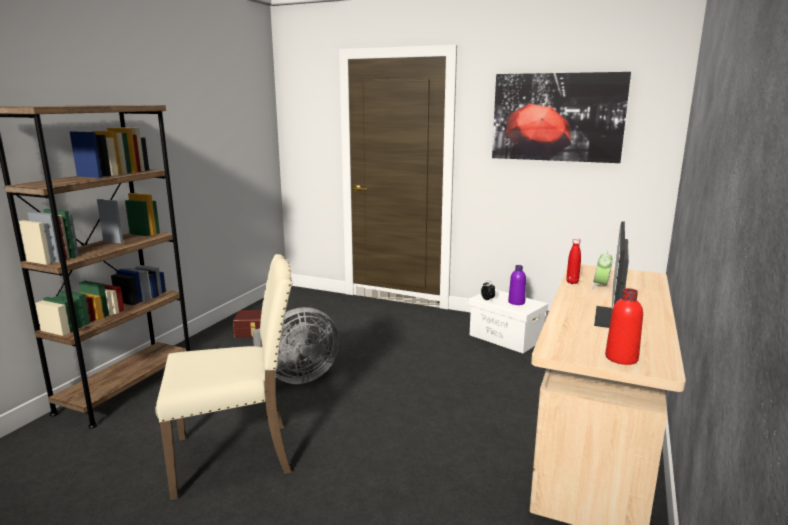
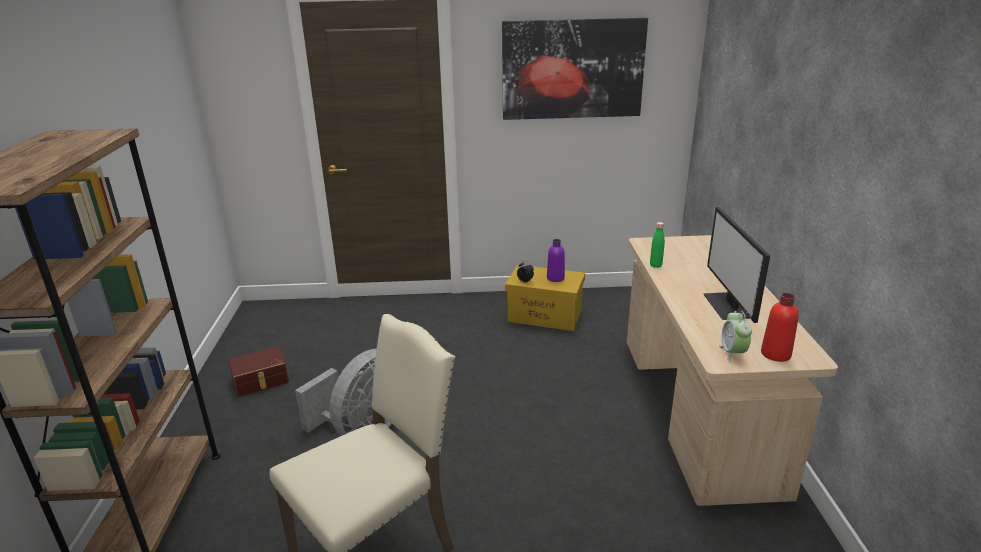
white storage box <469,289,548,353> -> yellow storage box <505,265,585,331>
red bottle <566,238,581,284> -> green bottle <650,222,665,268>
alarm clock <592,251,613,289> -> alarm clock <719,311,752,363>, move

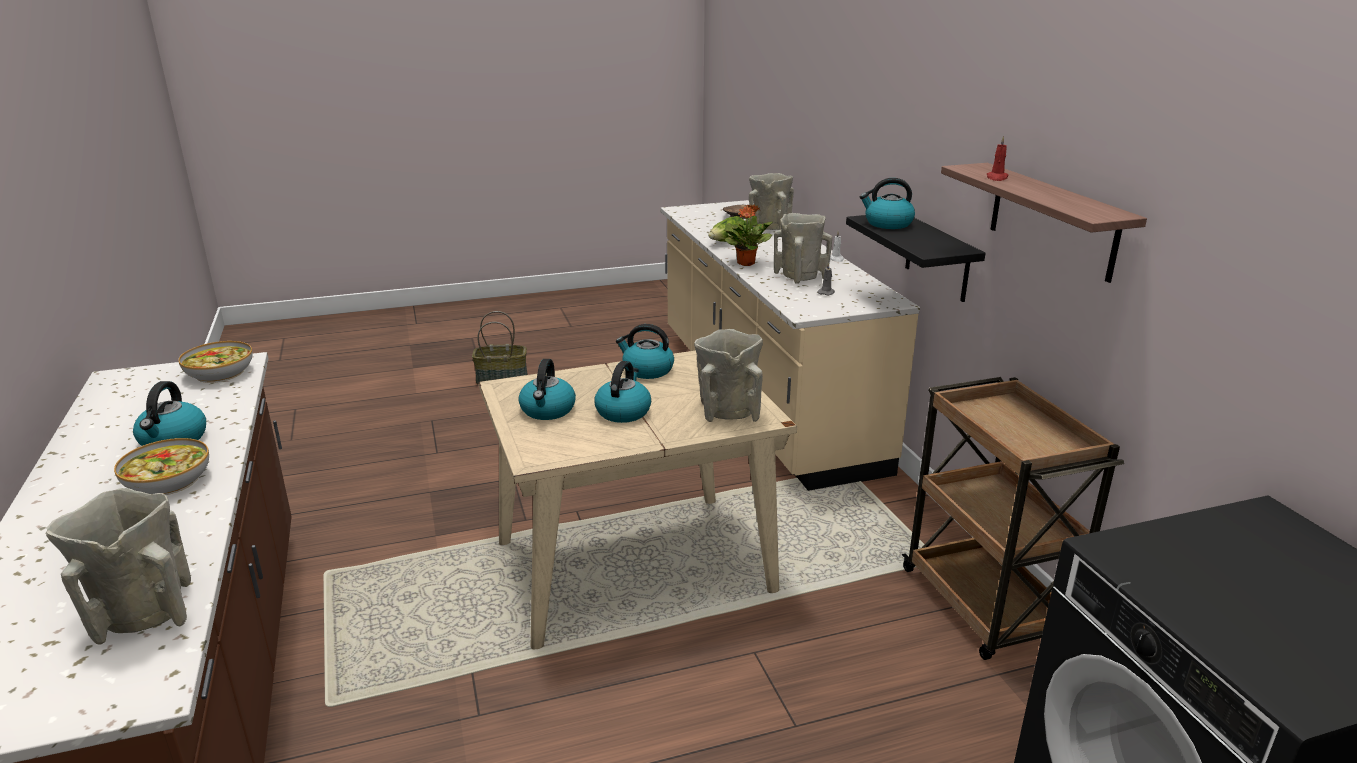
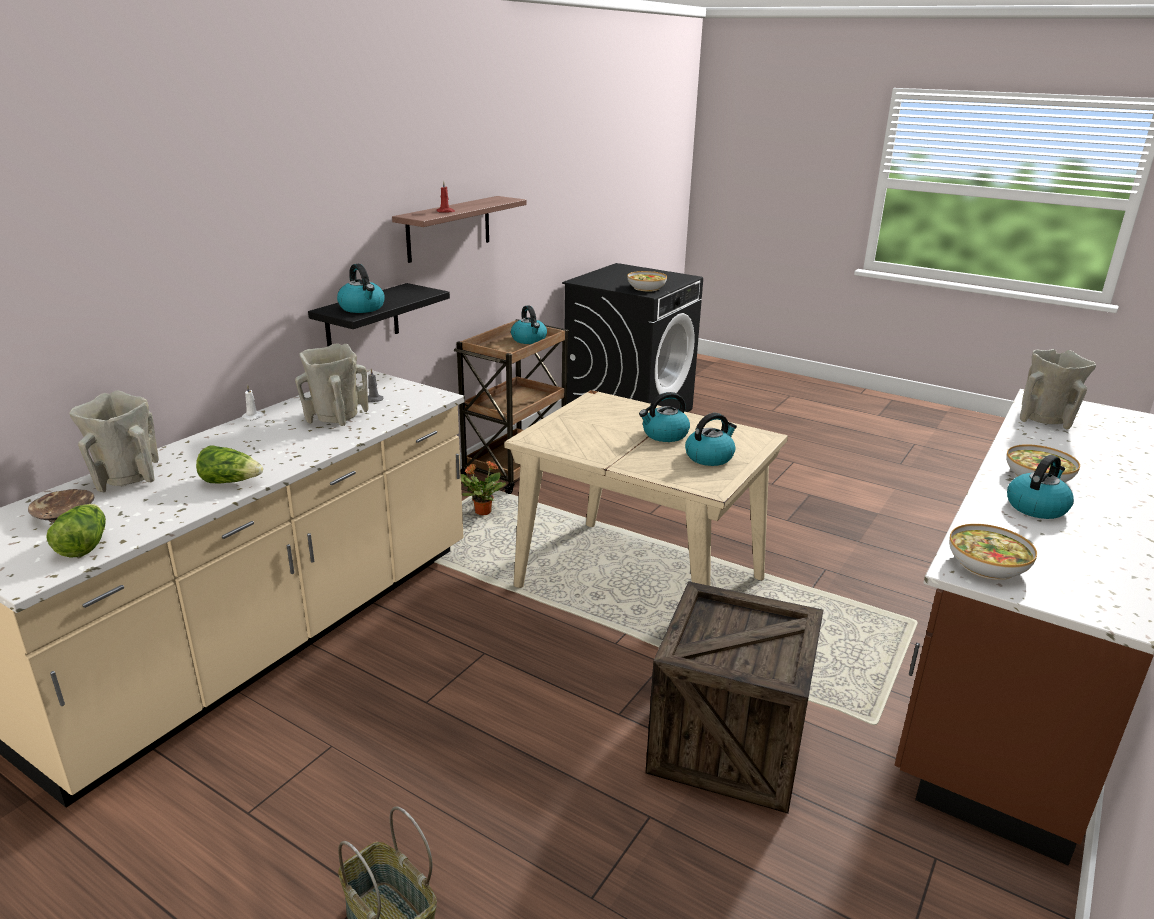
none -> lettuce <46,504,106,557>
potted plant <725,204,772,266> -> potted plant <461,460,507,515>, move
kettle <616,324,674,379> -> kettle <511,305,547,344>, move
none -> bowl <627,271,667,291>
none -> crate <645,581,823,813>
beige vase <694,329,763,422> -> none

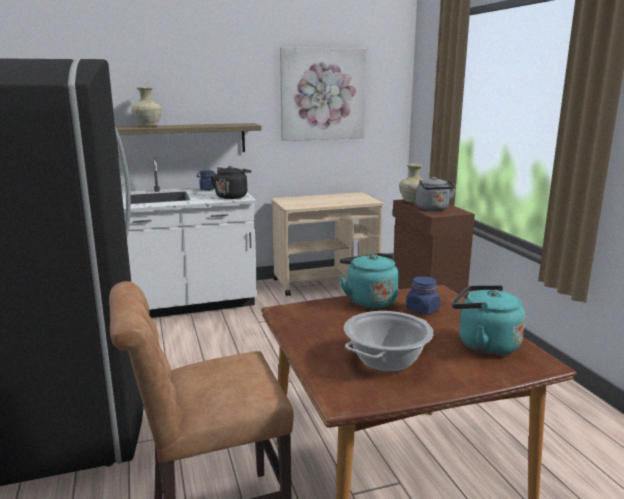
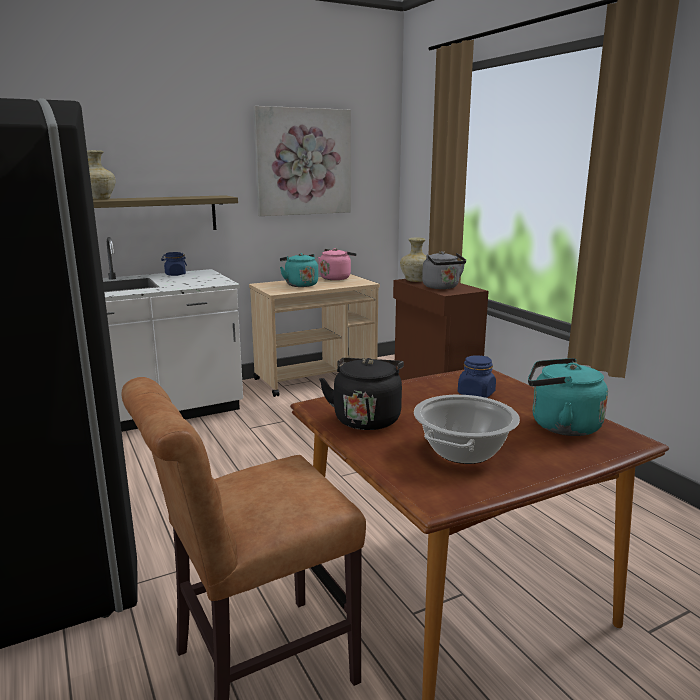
turquoise kettle <340,253,399,308> -> turquoise kettle <280,253,318,287>, move
none -> pink kettle <318,248,357,280>
black kettle <210,166,251,199> -> black kettle <319,358,404,430>, move

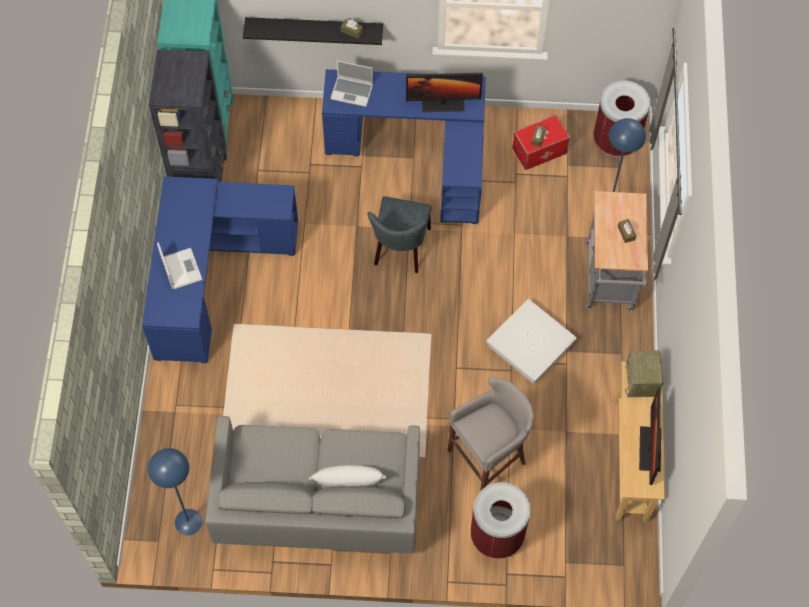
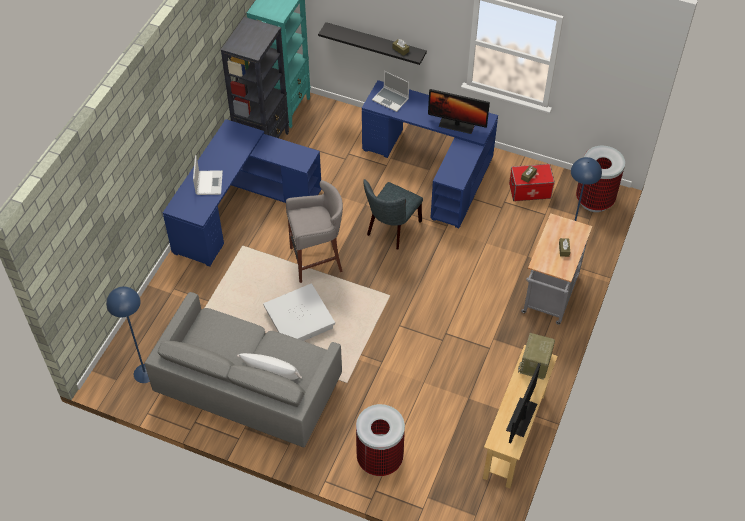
white storage box <486,299,577,384> -> white storage box <263,283,335,341>, move
grey stool <448,377,534,491> -> grey stool <286,180,343,283>, move

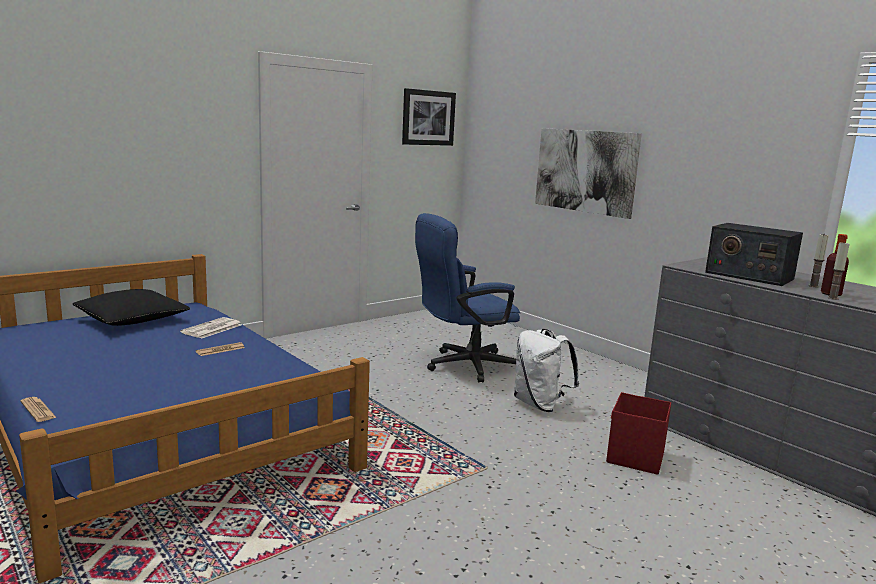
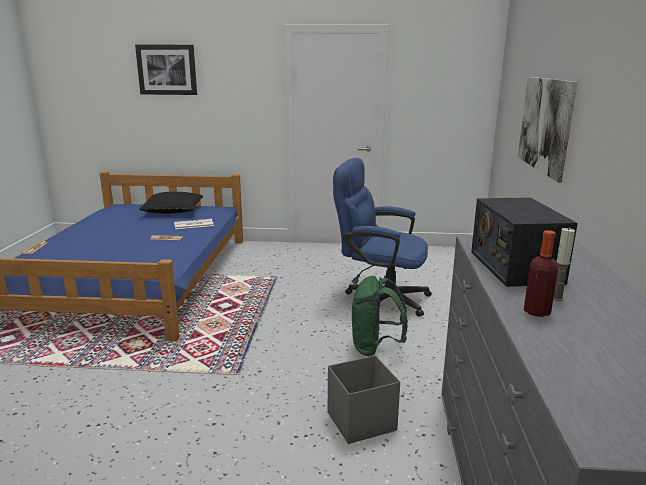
picture <402,88,456,146> -> picture <135,45,197,95>, move
red storage box <606,392,671,475> -> grey storage box <328,355,400,444>
white backpack <514,329,579,412> -> green backpack <352,276,408,357>
candle <827,241,850,300> -> none

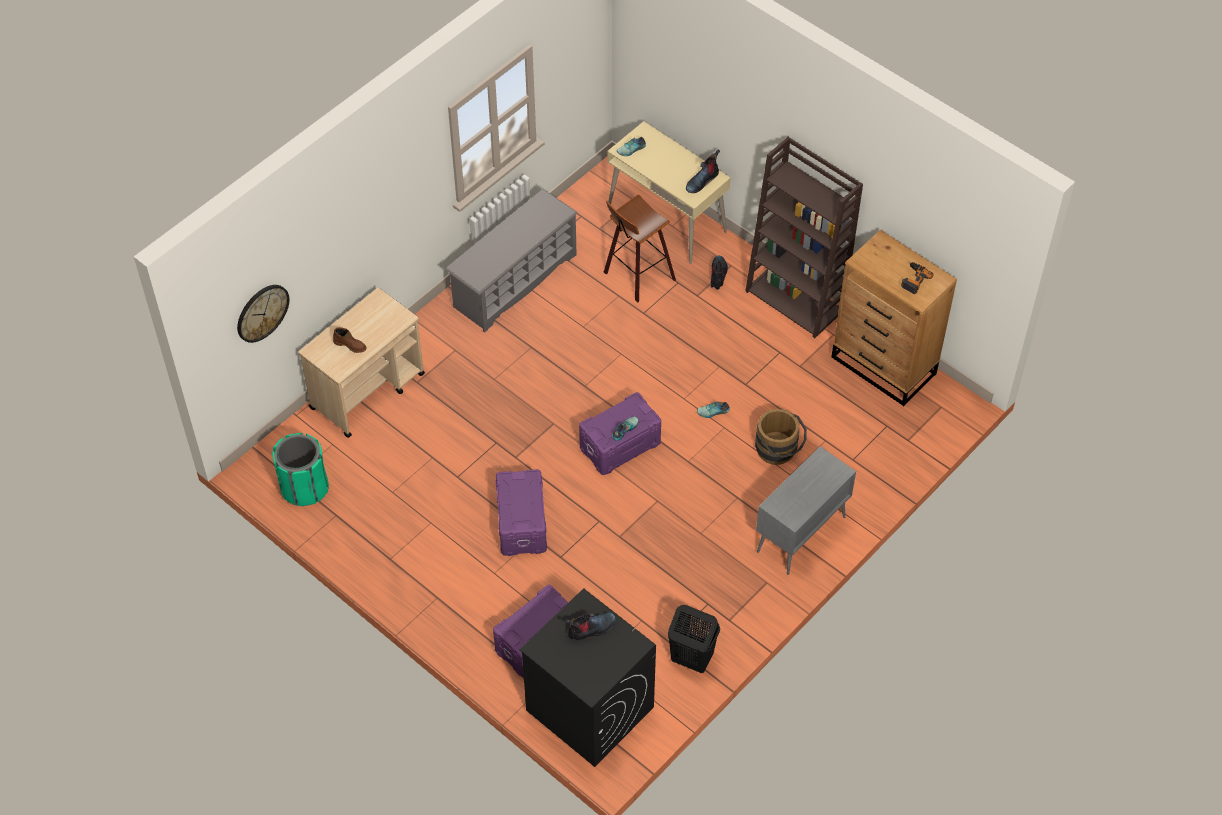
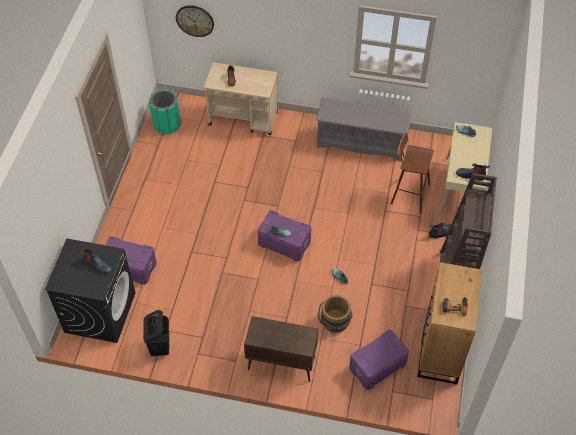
grey cabinet <756,446,856,575> -> brown cabinet <244,316,318,382>
purple storage box <496,469,547,556> -> purple storage box <349,329,409,390>, move

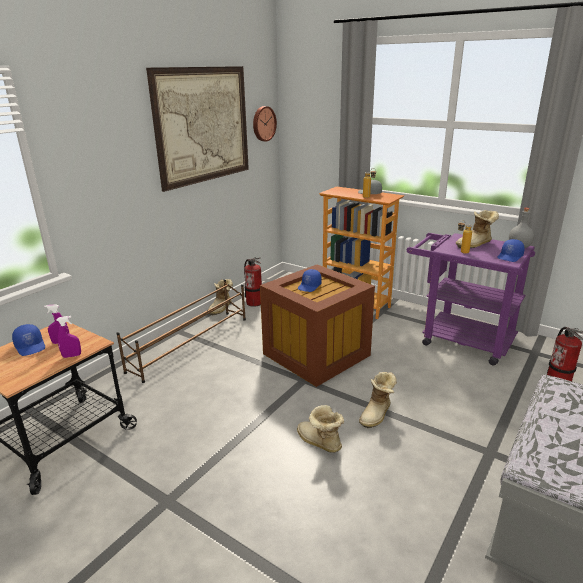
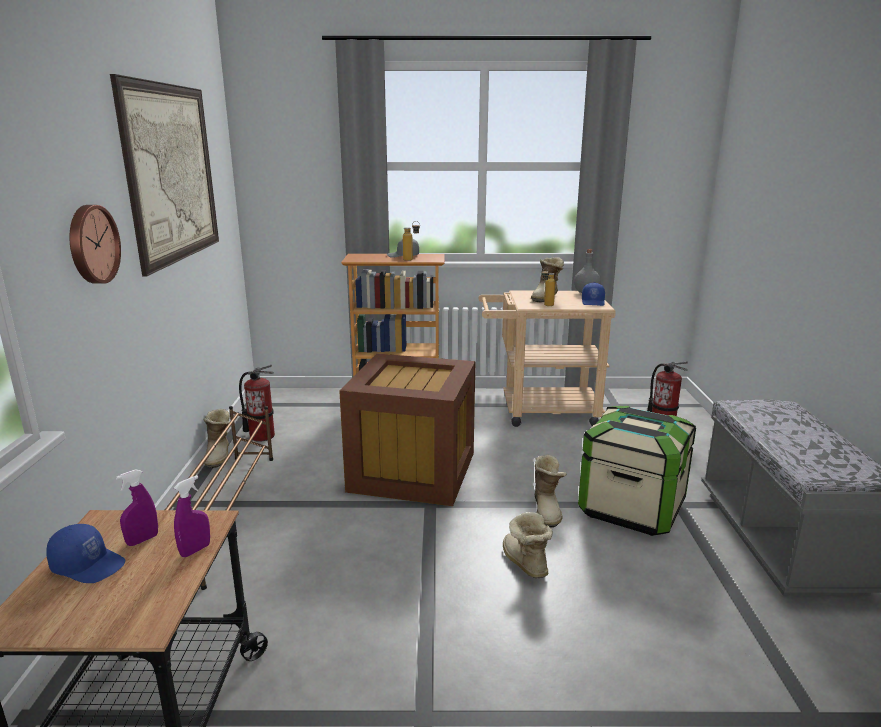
wall clock <253,106,277,142> -> wall clock <69,205,121,284>, move
purple cart <407,233,535,366> -> beige cart <478,291,616,427>
boot <297,405,344,453> -> boot <503,512,553,578>, 60 degrees clockwise
none -> storage box <578,406,696,536>
blue cap <298,269,322,292> -> none

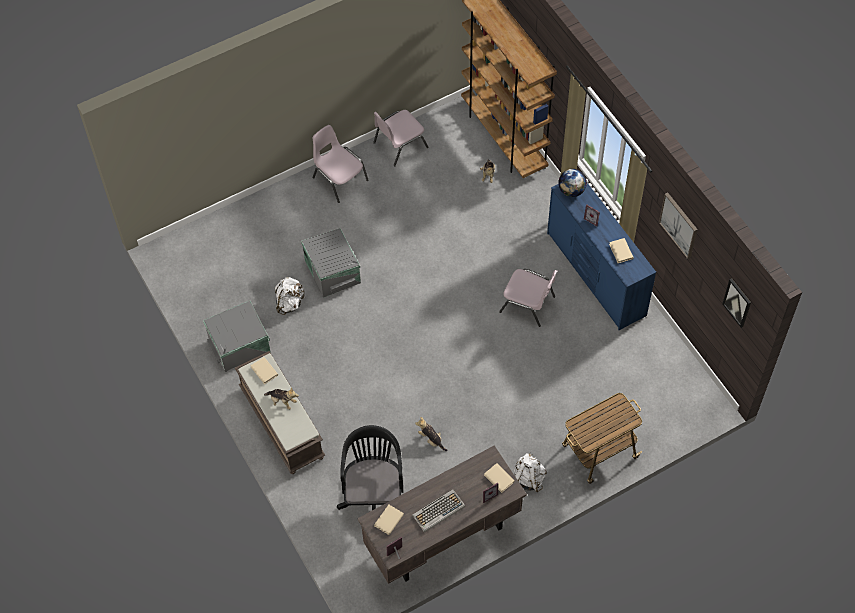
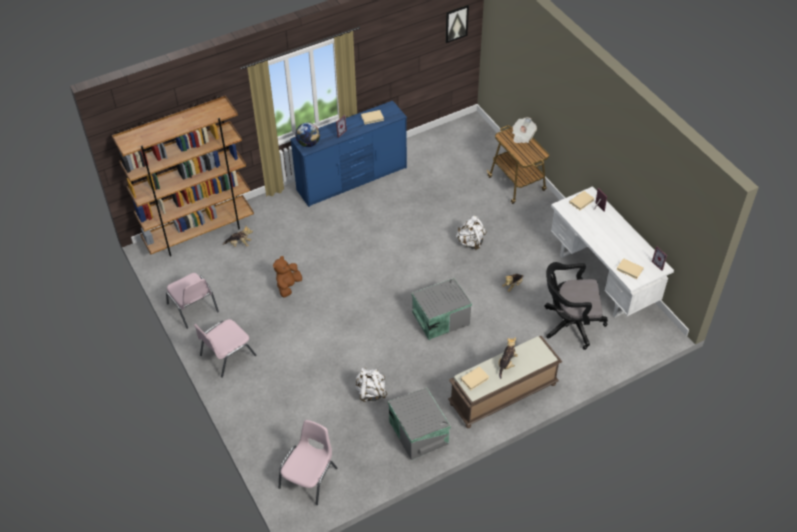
none -> brown plush toy <273,256,302,297>
pink chair <499,269,557,327> -> pink chair <278,420,337,505>, move
grey storage box <301,228,361,298> -> grey storage box <412,278,472,340>, move
white backpack <514,453,547,492> -> white backpack <456,216,486,250>, move
none -> newspaper <512,117,537,143>
brown desk <358,445,527,584> -> white desk <551,186,674,318>
keyboard <412,489,465,533> -> none
picture <659,192,698,259> -> none

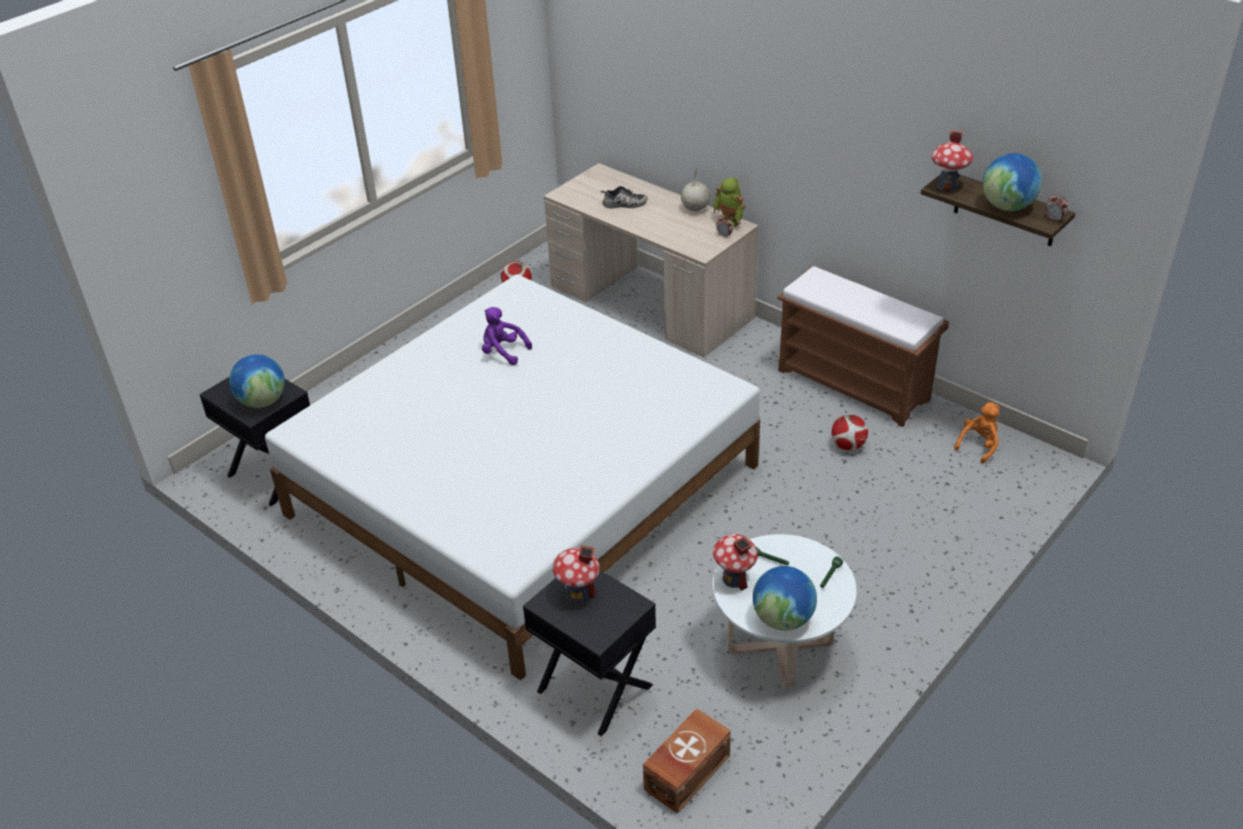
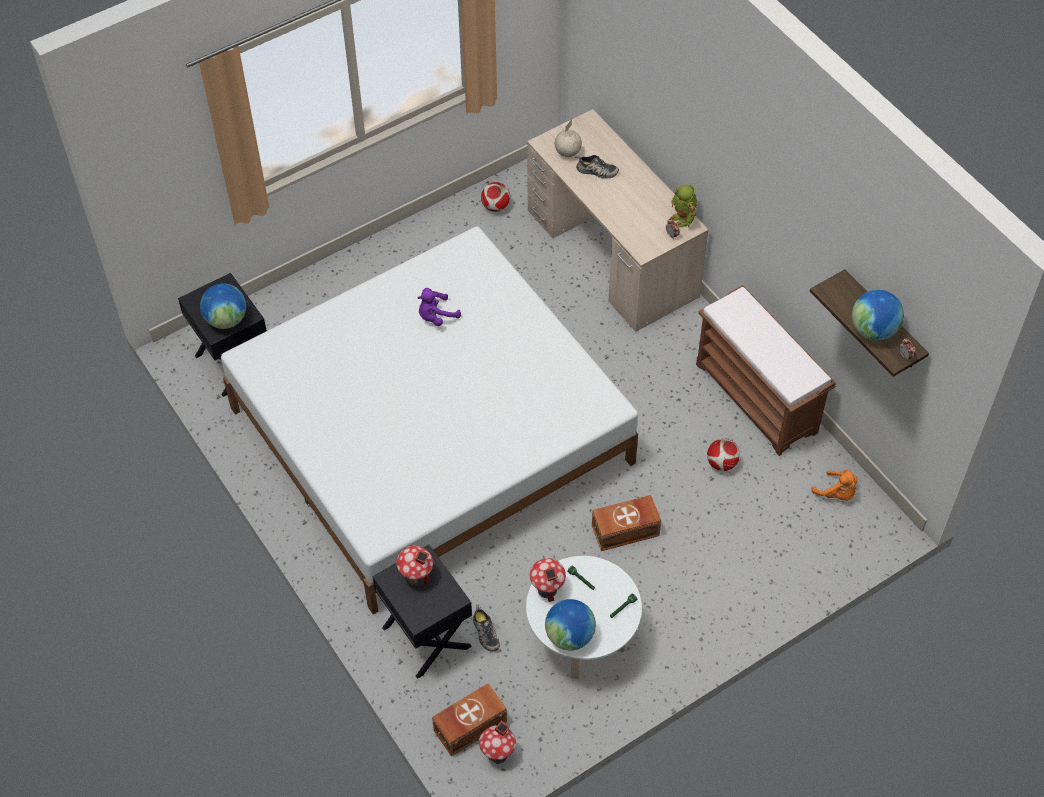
purple plush toy <482,307,532,365> -> purple plush toy <418,288,461,326>, 75 degrees counterclockwise
none -> shoe <473,604,500,652>
toy house <932,131,973,192> -> toy house <479,721,516,764>, move
globe <681,167,710,211> -> globe <555,119,582,157>, move
none -> brown storage box <592,495,661,551>
orange plush toy <954,402,999,464> -> orange plush toy <811,469,858,501>, 75 degrees clockwise

